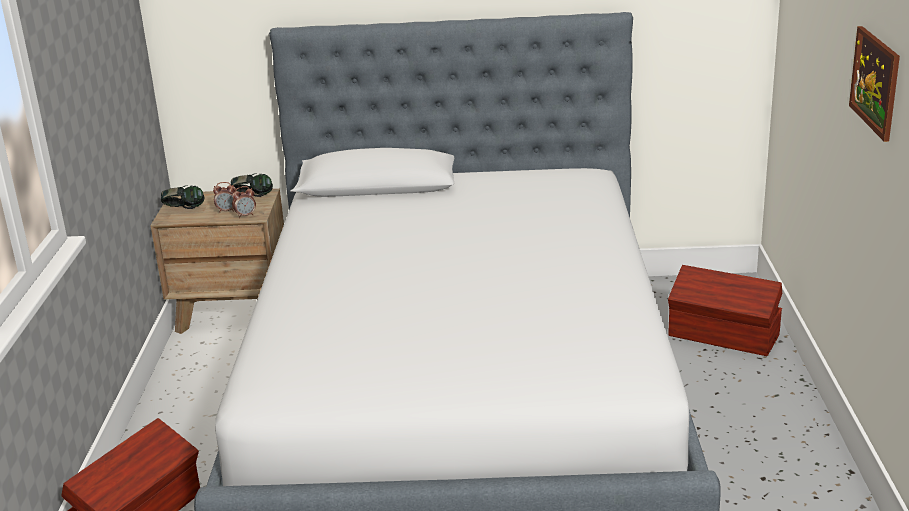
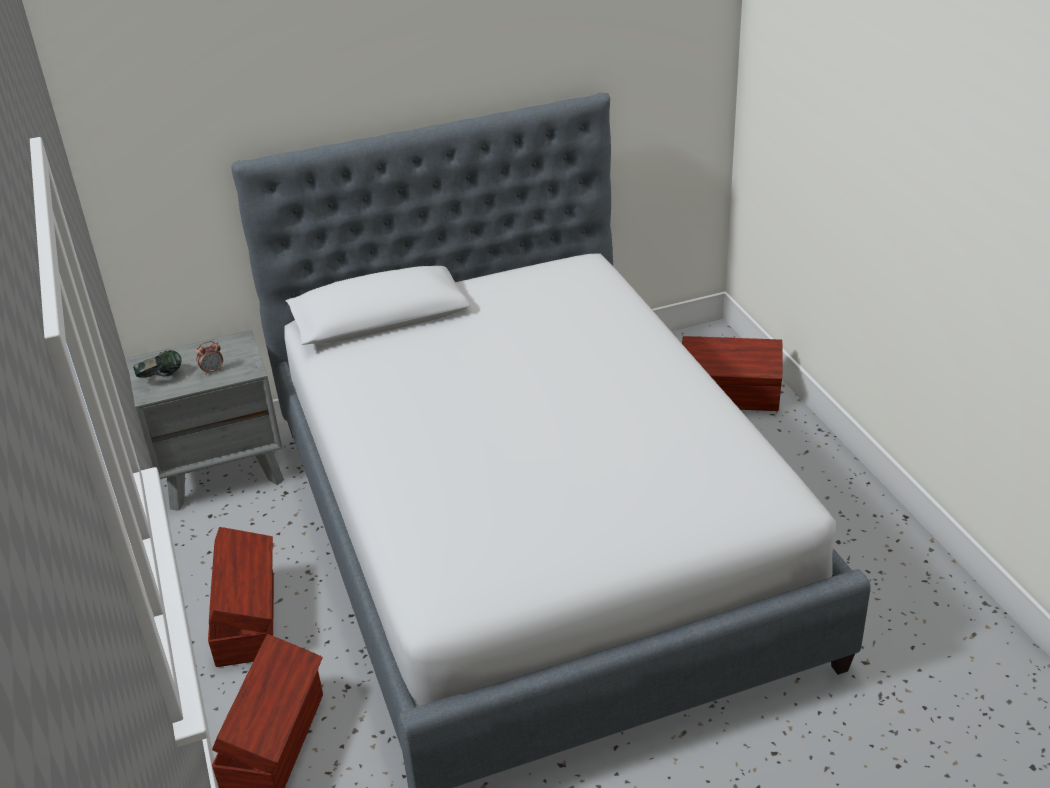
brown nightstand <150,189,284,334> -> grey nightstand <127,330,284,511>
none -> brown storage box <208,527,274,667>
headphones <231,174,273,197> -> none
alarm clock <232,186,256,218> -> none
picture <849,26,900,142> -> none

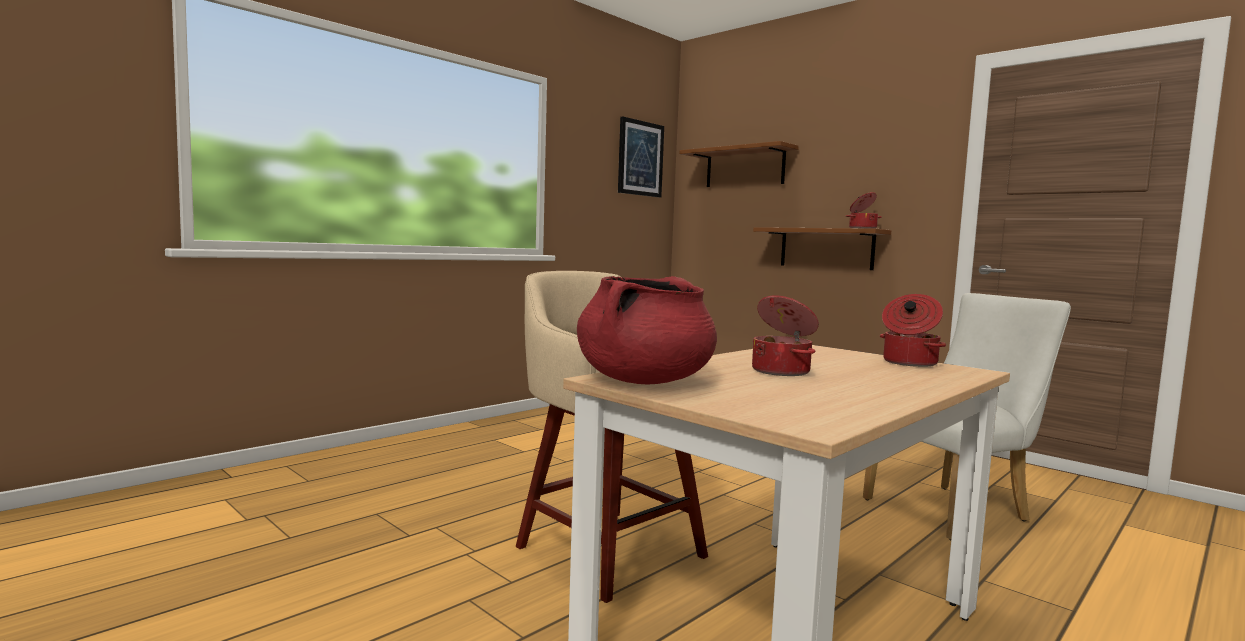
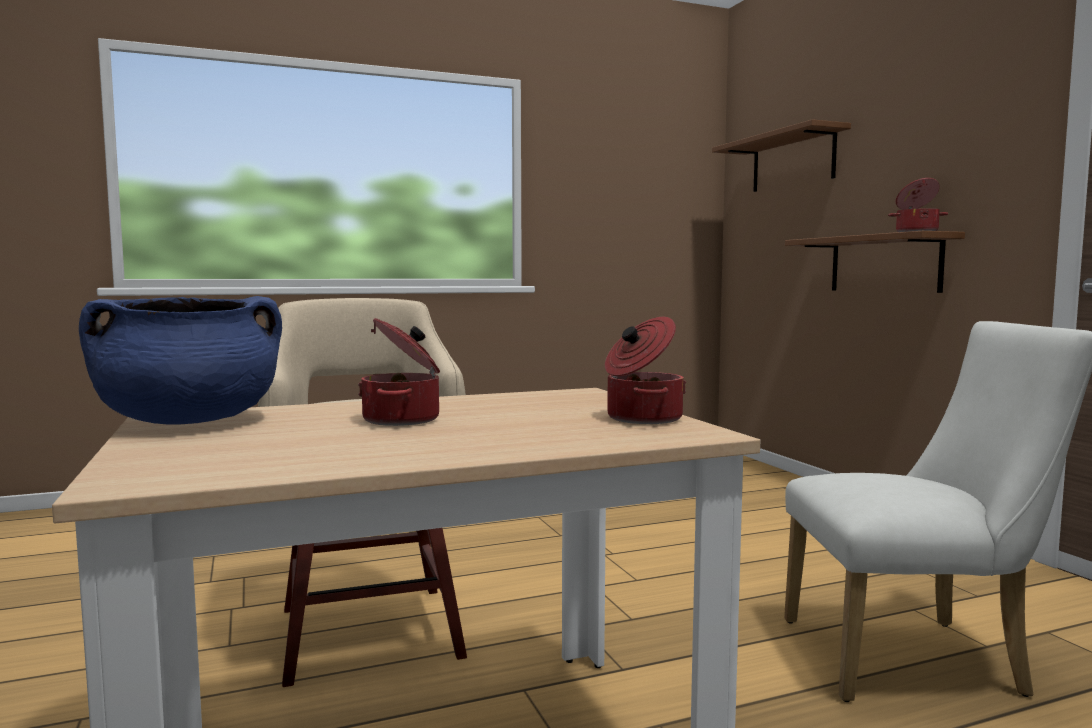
red cooking pot <577,276,717,384> -> blue cooking pot <79,296,282,424>
picture <618,116,664,197> -> none

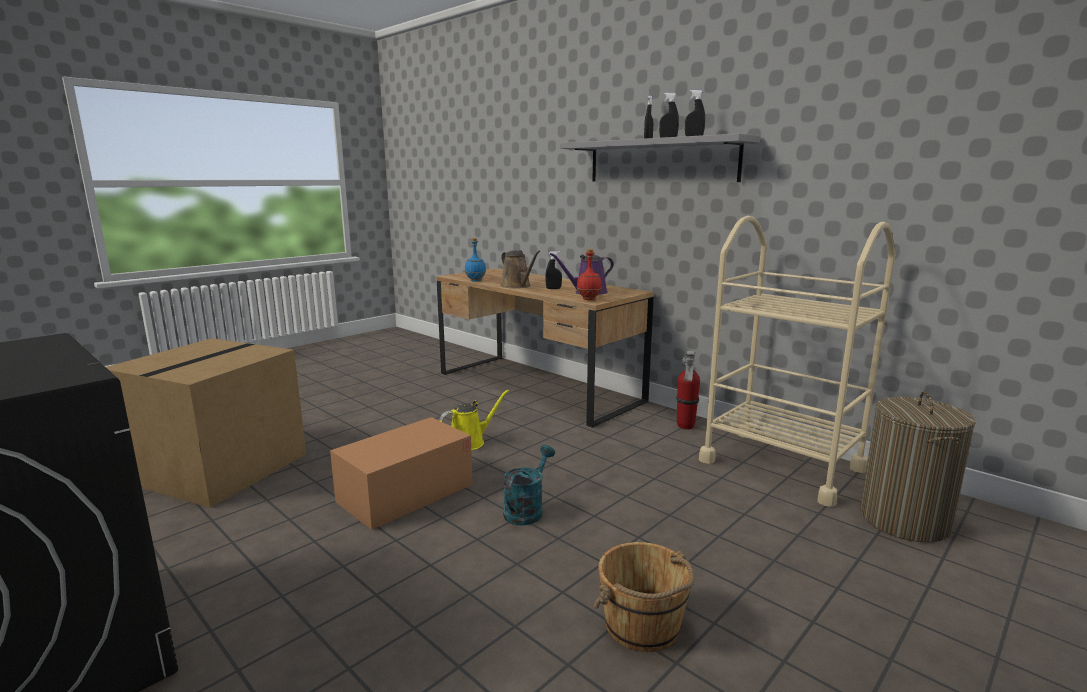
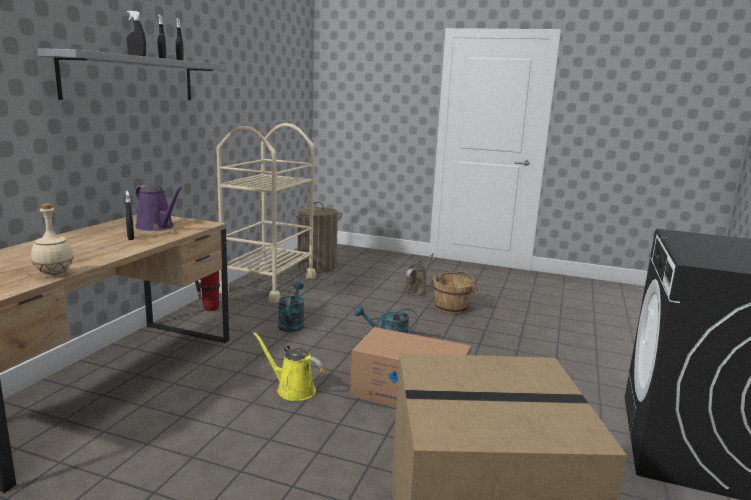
blue bottle <465,238,486,282> -> beige bottle <31,204,74,277>
none -> turquoise watering can <278,281,305,332>
brown watering can <501,250,540,288> -> brown watering can <402,253,434,296>, move
red bottle <577,249,602,300> -> none

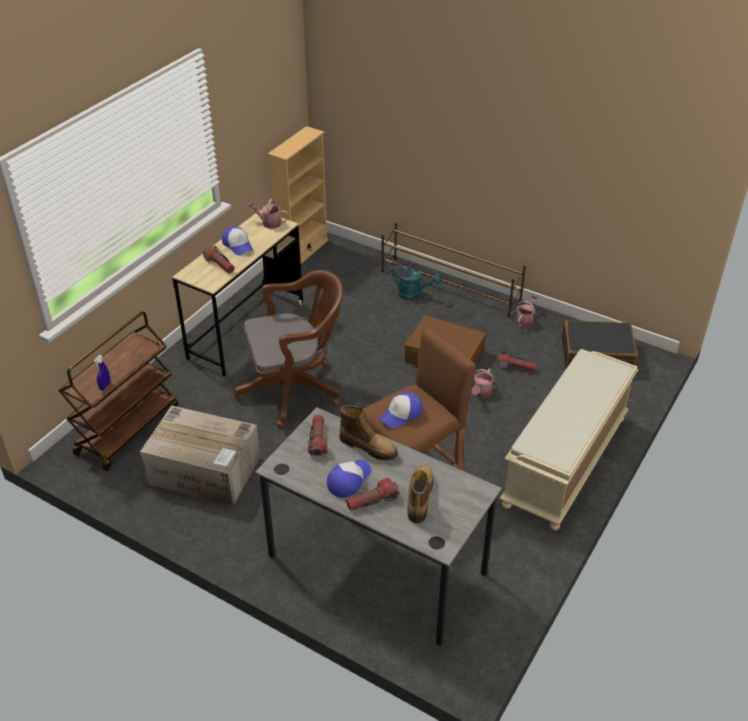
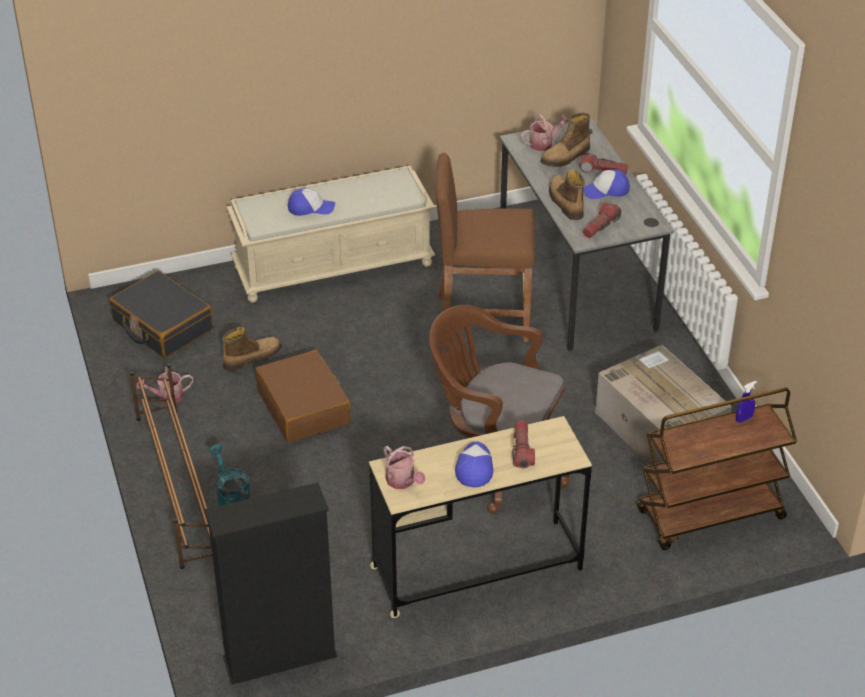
beige bookcase <268,126,329,264> -> black bookcase <204,483,337,685>
flashlight <497,351,537,372> -> boot <222,327,282,372>
cap <379,392,423,428> -> cap <288,188,335,216>, move
watering can <471,369,494,398> -> watering can <521,114,569,151>, move

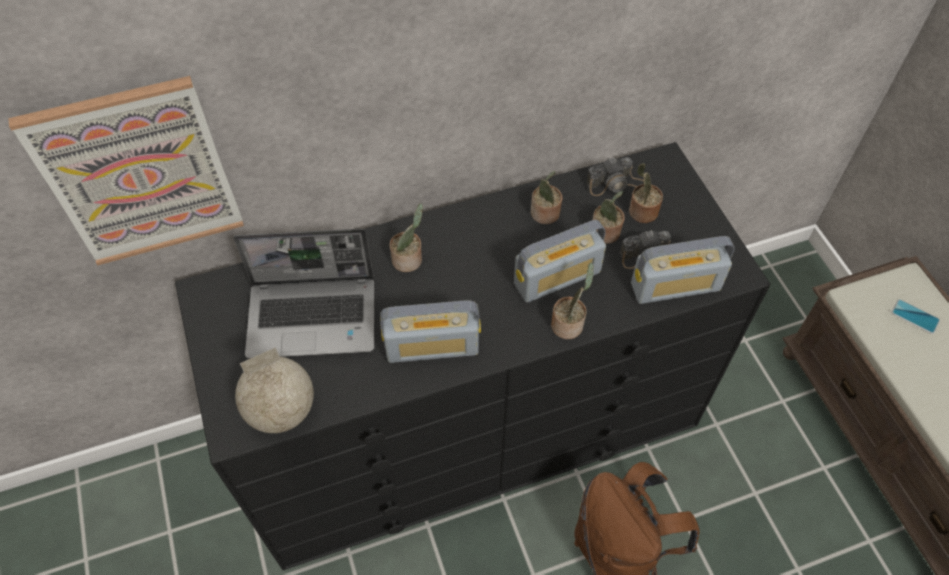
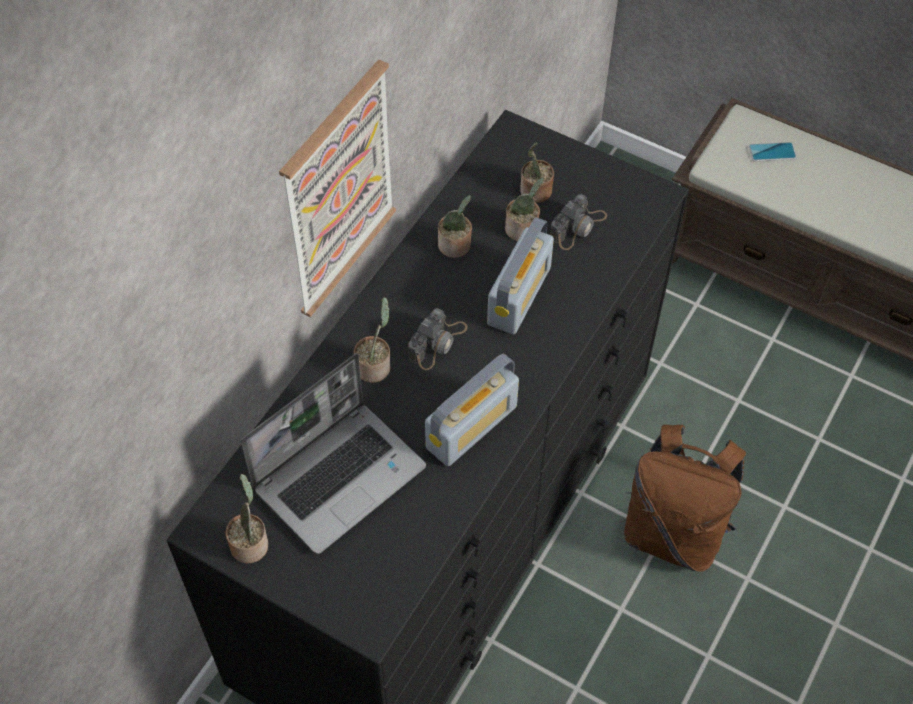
potted plant <551,263,594,339> -> potted plant <226,474,268,563>, move
picture <8,76,244,265> -> picture <279,59,396,317>, move
photo camera <586,157,644,196> -> photo camera <408,308,468,370>, move
globe <235,347,314,433> -> none
radio <631,236,735,304> -> none

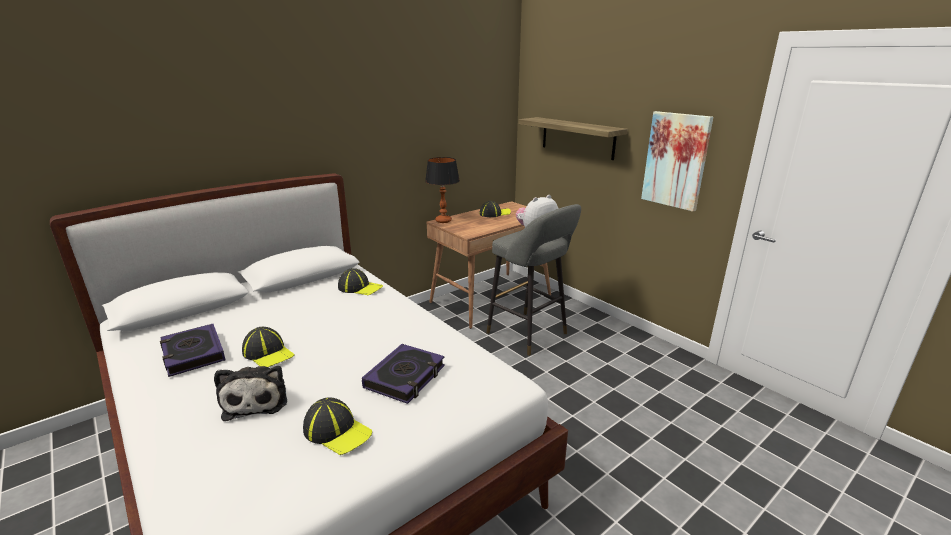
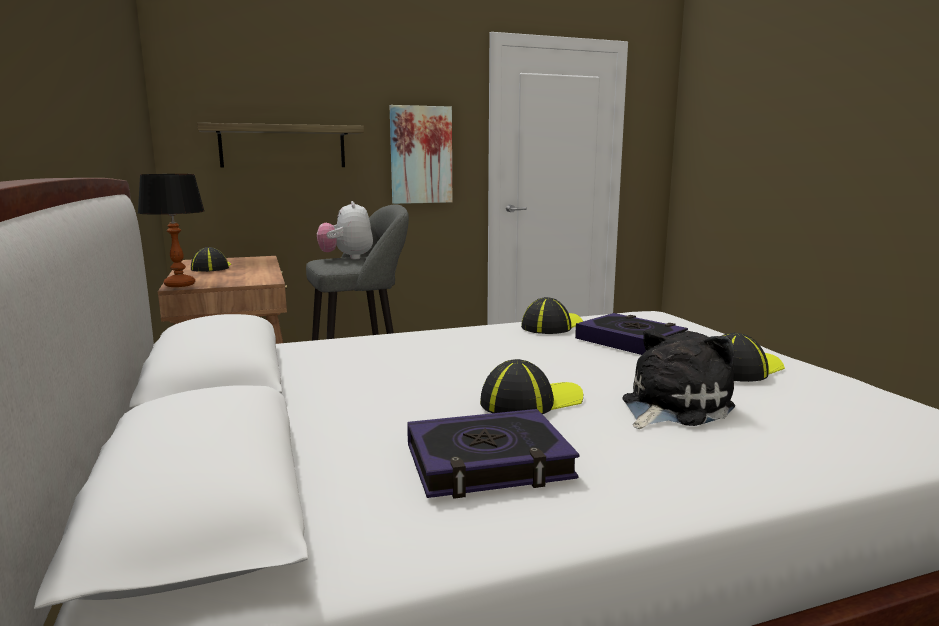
cap <338,268,383,295> -> cap <521,297,583,334>, move
plush toy <214,366,287,421> -> plush toy <622,330,735,429>, 45 degrees counterclockwise

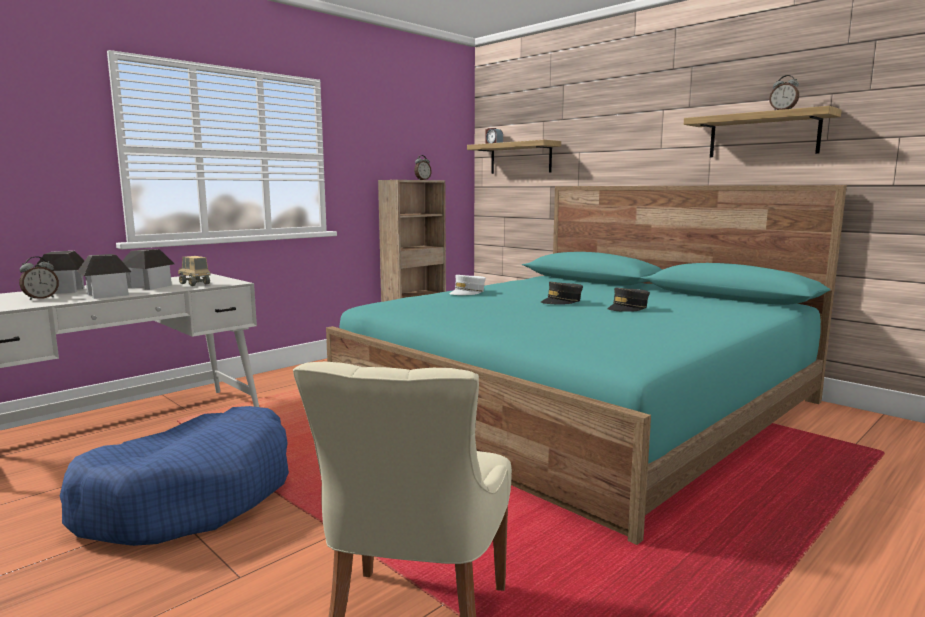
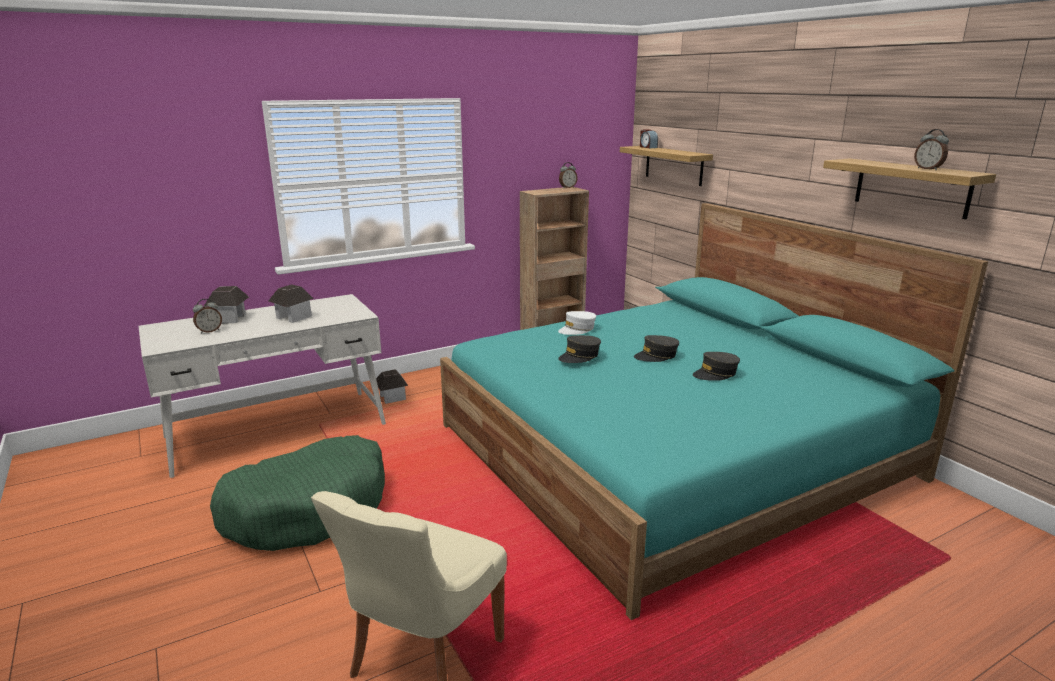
blue dog bed <60,406,289,546> -> green dog bed <210,435,385,551>
toy house <77,254,131,299> -> toy house <376,369,408,404>, move
none -> grey cap <558,335,601,363>
toy truck <178,256,210,286> -> none

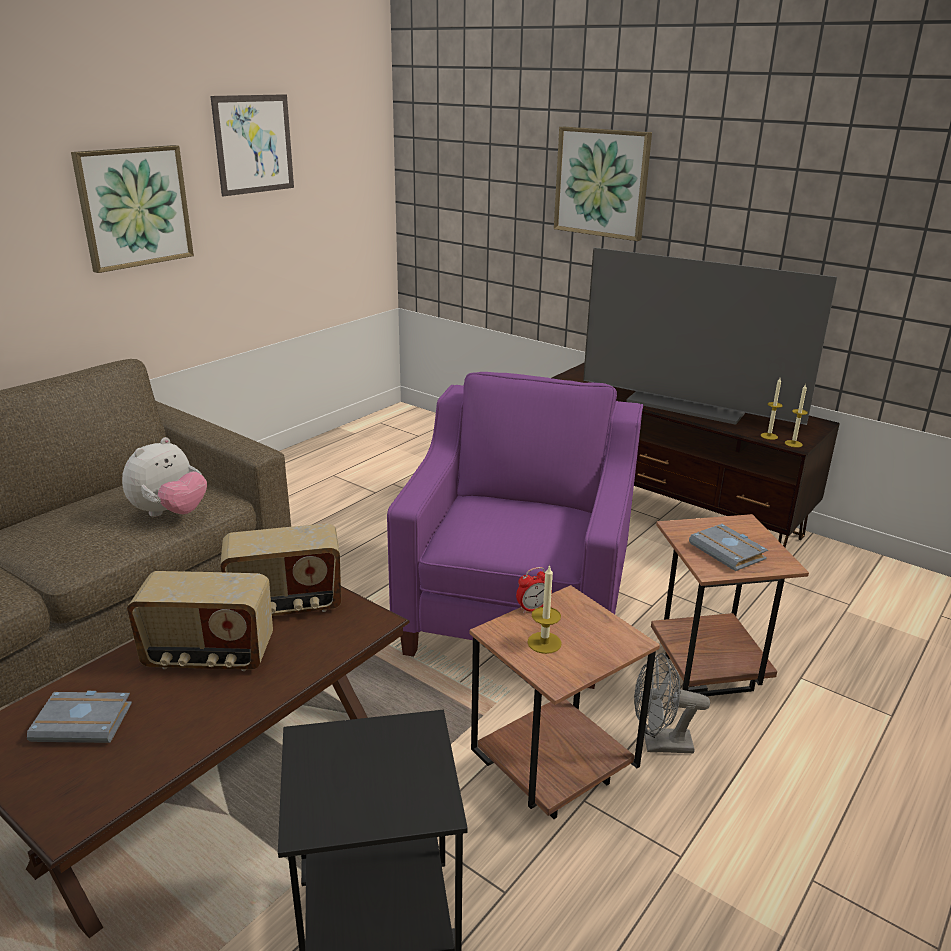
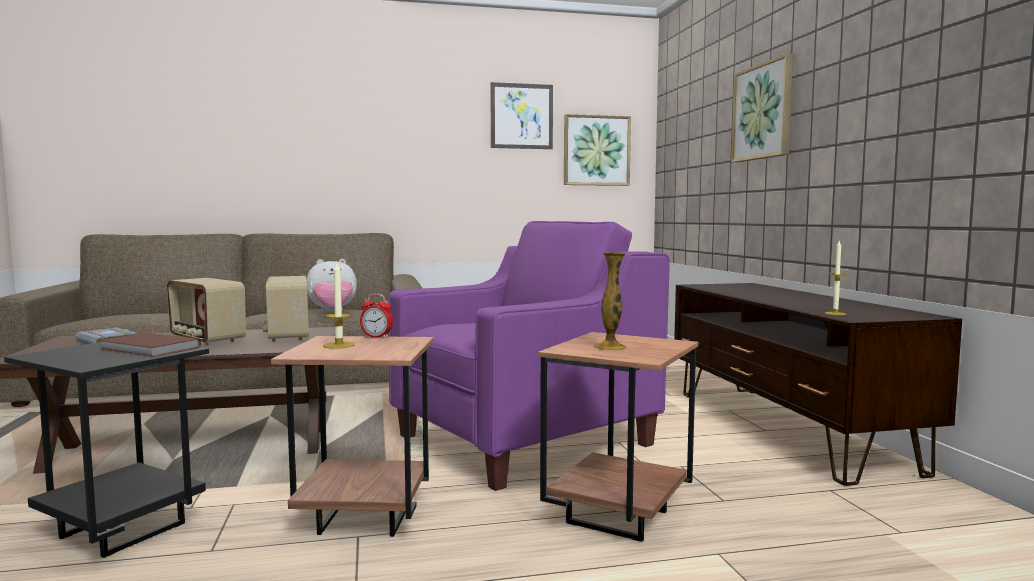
none -> brown book <99,332,201,357>
radio <220,523,341,616> -> radio <263,276,309,342>, 45 degrees clockwise
picture <71,145,194,273> -> picture <564,114,631,186>, move
grey book <689,524,768,571> -> vase <593,252,627,351>
television <583,248,837,425> -> none
grey fan <634,653,710,753> -> none
candle <785,384,808,447> -> none

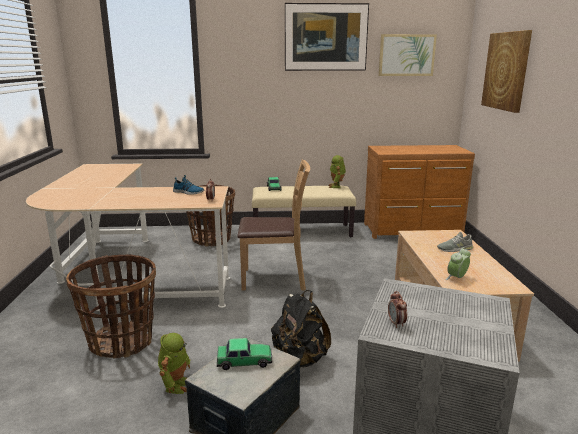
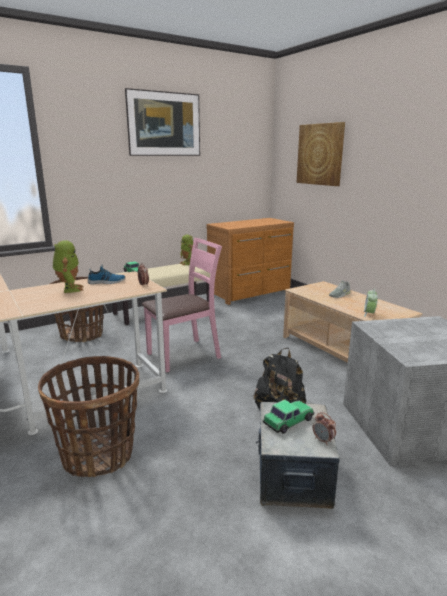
toy robot <158,333,190,394> -> toy robot <53,240,83,293>, move
brown chair <237,160,310,291> -> pink chair <142,238,222,373>
alarm clock <388,291,407,328> -> alarm clock <313,412,336,445>, move
picture <379,34,437,76> -> none

